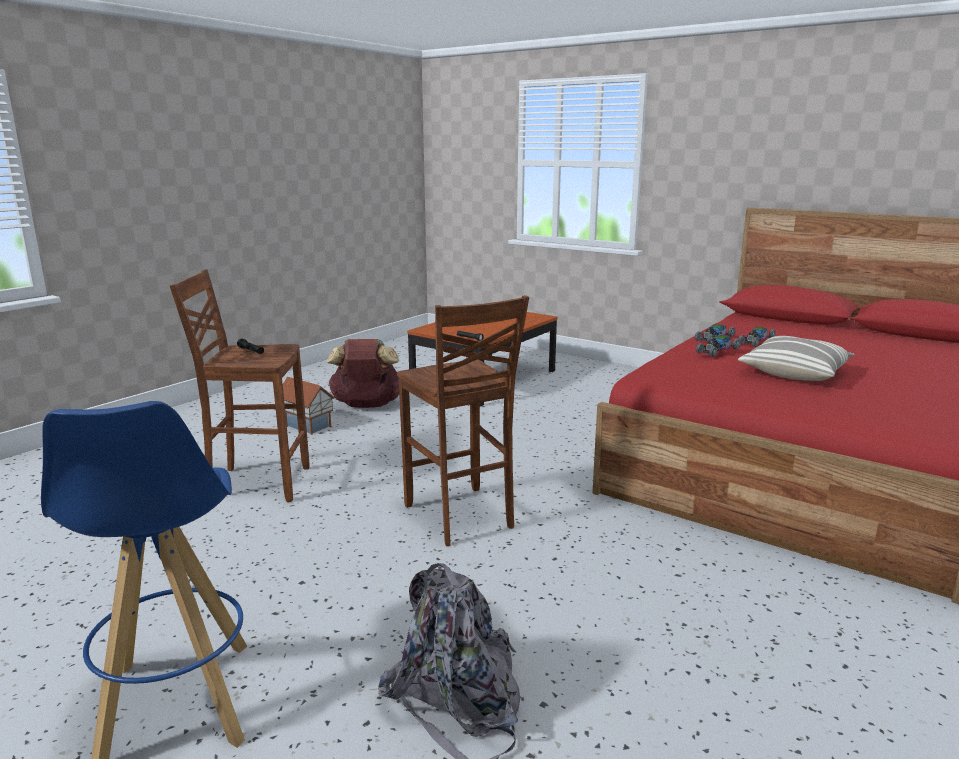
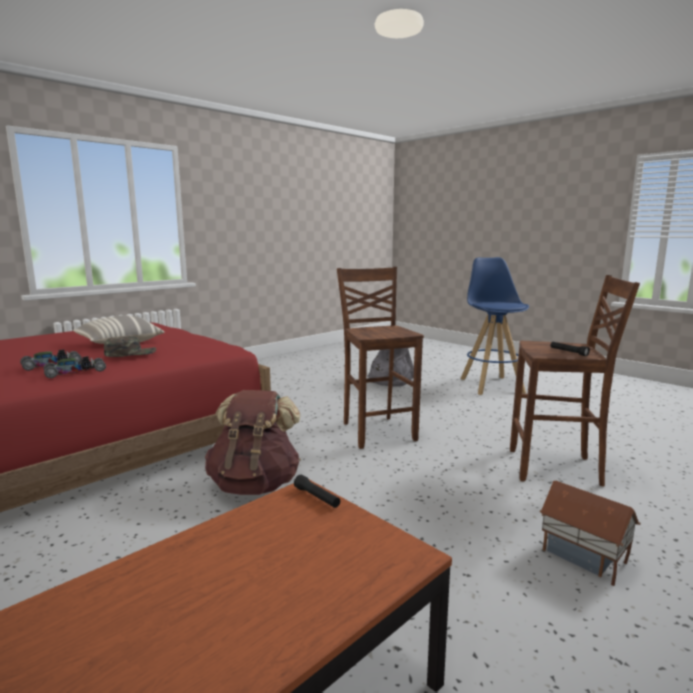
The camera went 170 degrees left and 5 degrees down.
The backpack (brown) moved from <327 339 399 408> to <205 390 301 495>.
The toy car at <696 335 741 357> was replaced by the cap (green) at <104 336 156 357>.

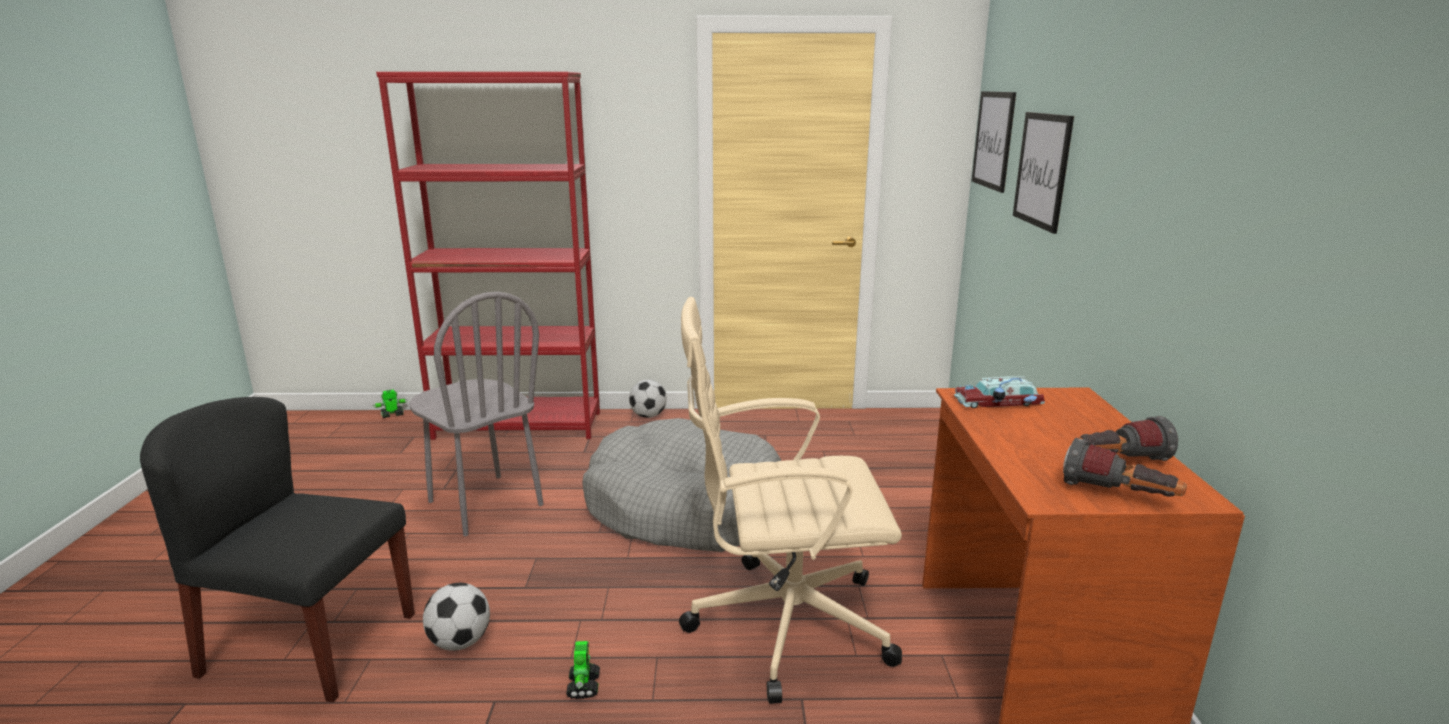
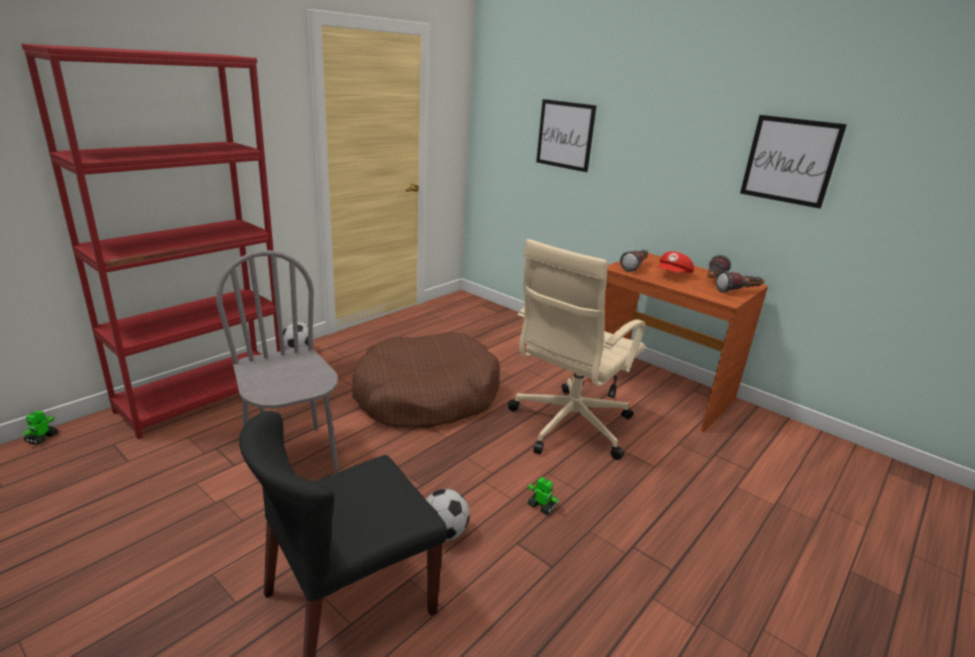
The camera went 50 degrees left and 5 degrees up.
The chair (grey) at <410 292 544 536> turned 120 degrees counterclockwise.
The dog bed (grey) at <582 418 781 552> became the dog bed (brown) at <352 332 500 428>.
The toy car at <954 376 1045 408> was replaced by the flashlight at <620 250 648 272>.
The picture moved from <972 91 1016 193> to <740 115 847 209>.
The cap (red) at <658 251 694 273> appeared.

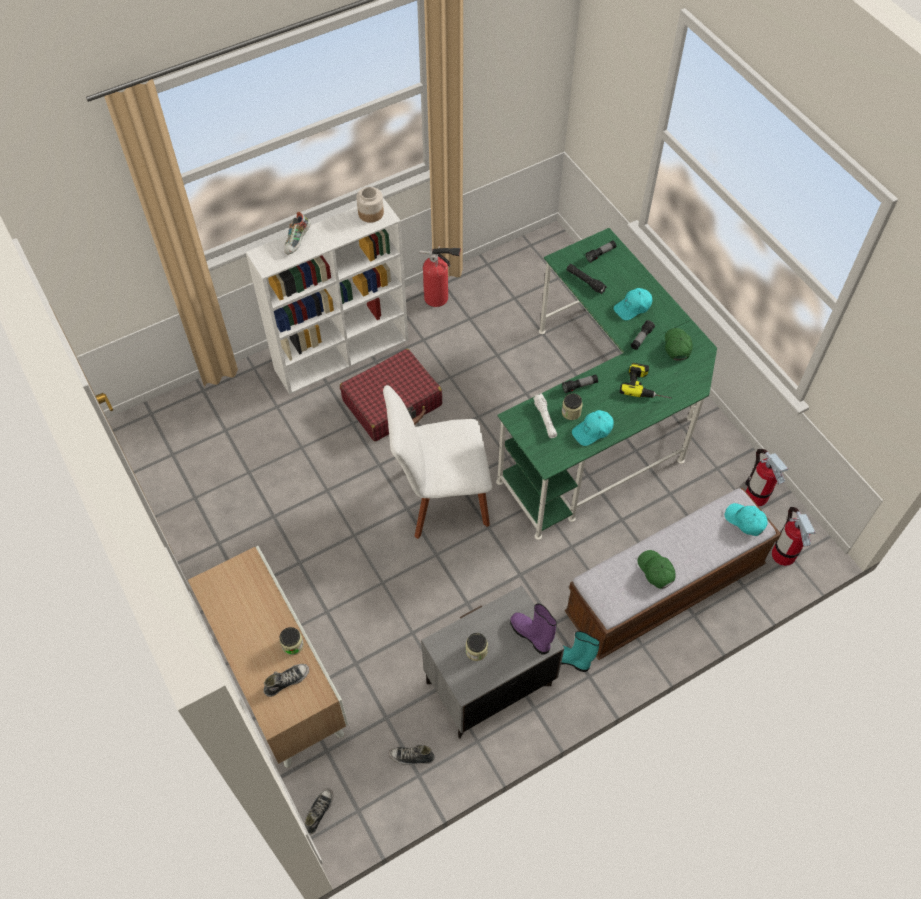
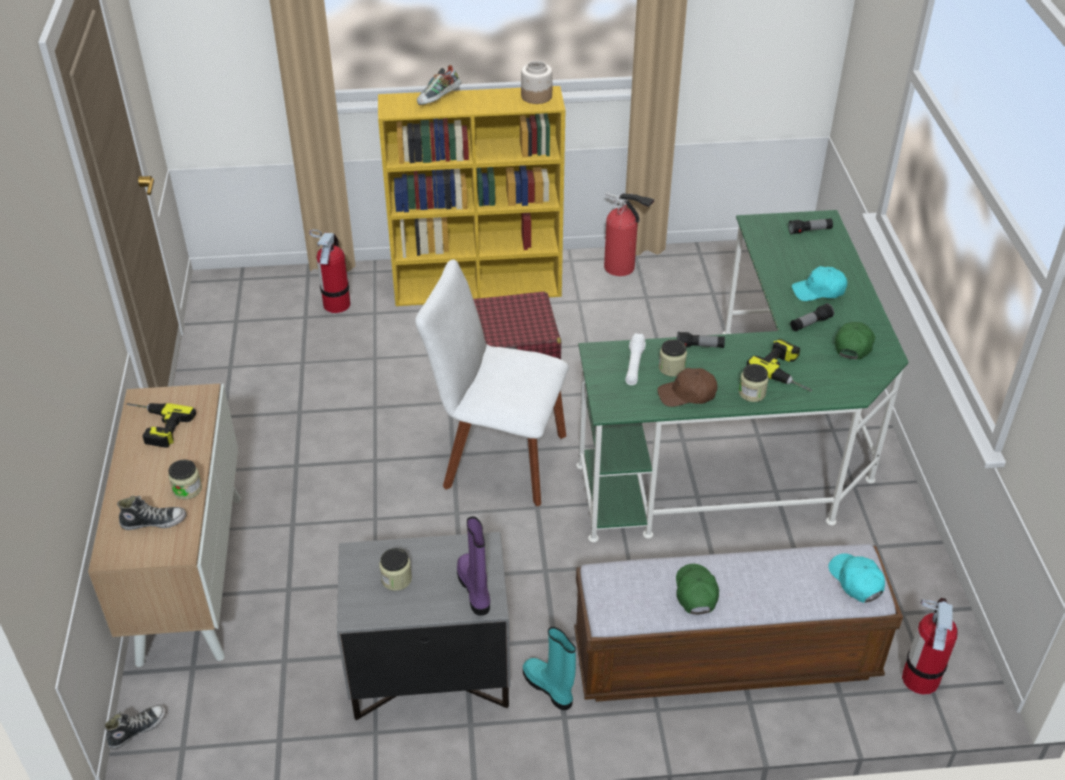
The camera went 25 degrees right and 15 degrees down.
The bookcase (white) at <246 198 409 394> became the bookcase (yellow) at <378 86 565 306>.
The shoe at <389 744 435 765> disappeared.
The flashlight (black) at <567 264 607 294> disappeared.
The cap (turquoise) at <572 410 614 446> became the cap (brown) at <657 368 718 407>.
The fire extinguisher moved from <745 449 788 507> to <309 230 351 313>.
The power drill at <127 403 196 448> appeared.
The jar at <739 364 769 402> appeared.

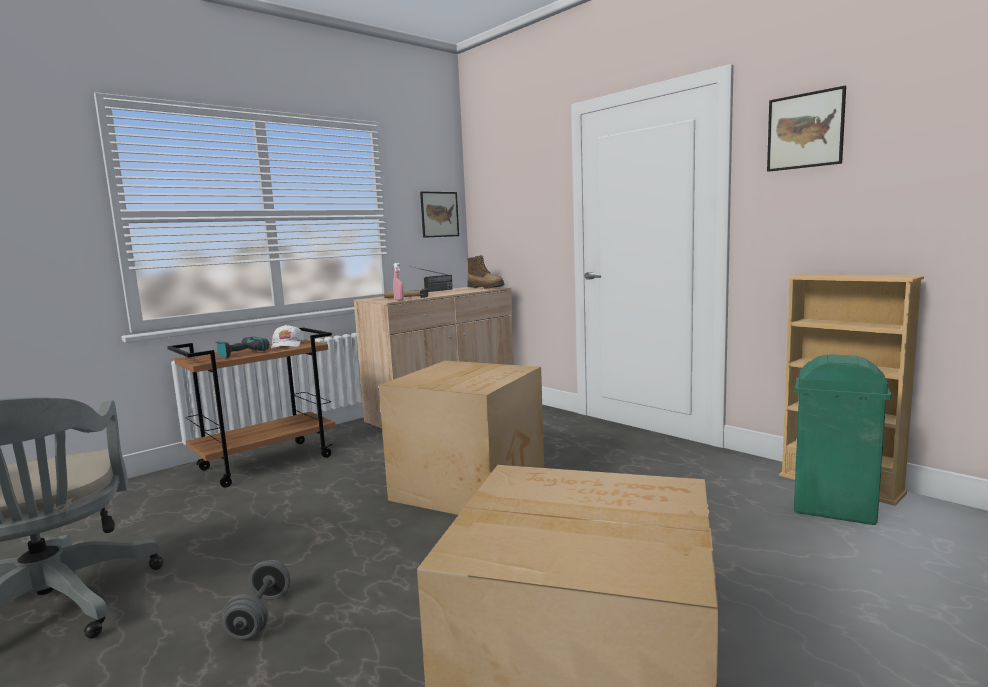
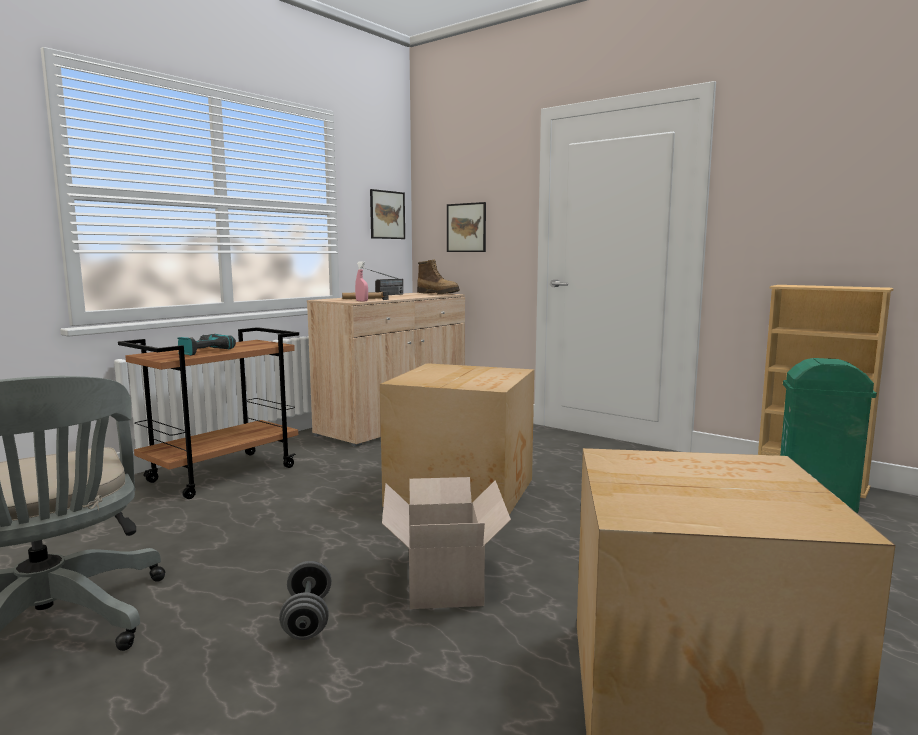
The camera went 10 degrees left and 0 degrees up.
The cap (white) at <271 324 304 348> disappeared.
The picture moved from <767 86 846 172> to <447 202 486 252>.
The cardboard box at <382 477 511 609> appeared.

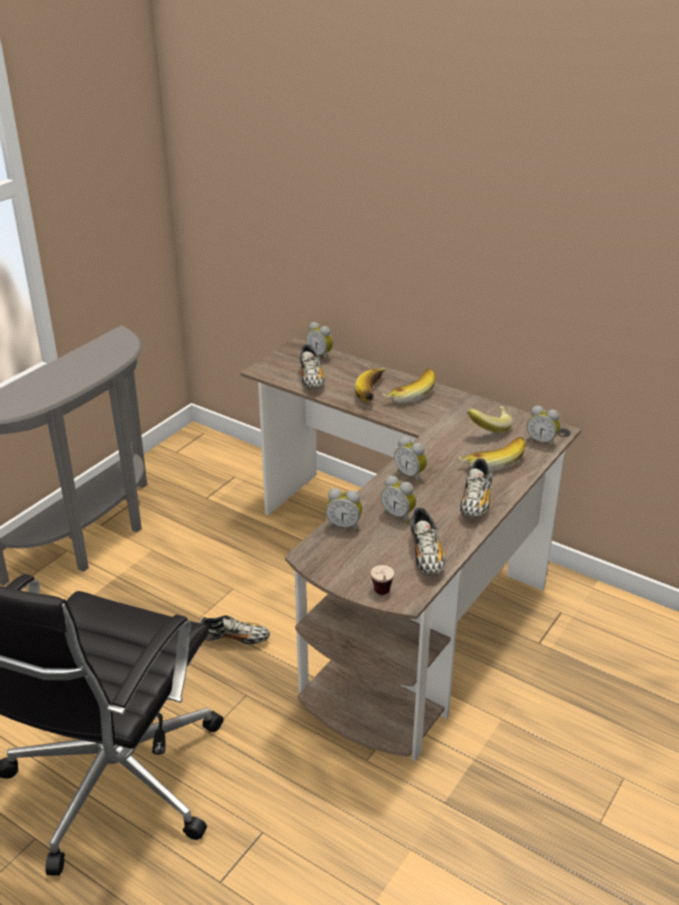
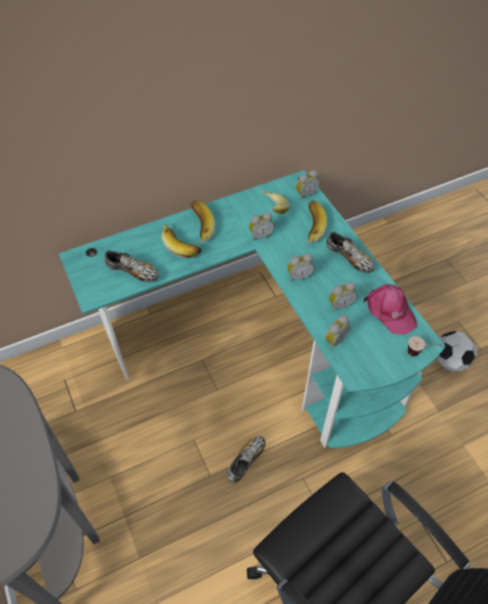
The camera went 60 degrees left and 20 degrees up.
The desk (brown) at <241 337 581 761> became the desk (turquoise) at <59 170 446 448>.
The alarm clock moved from <306 322 333 360> to <249 212 274 241>.
The shoe at <411 507 446 576> was replaced by the cap (pink) at <364 284 417 335>.
The football at <436 331 477 372> appeared.

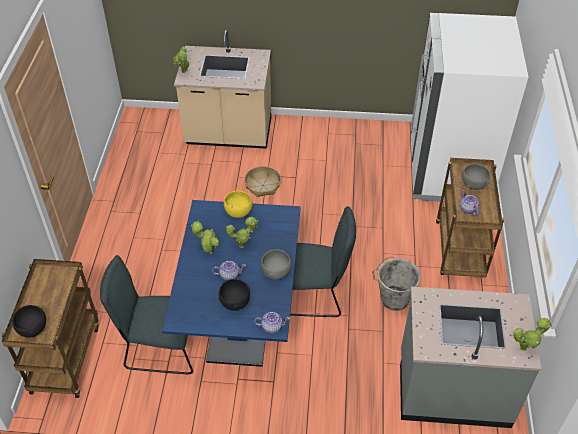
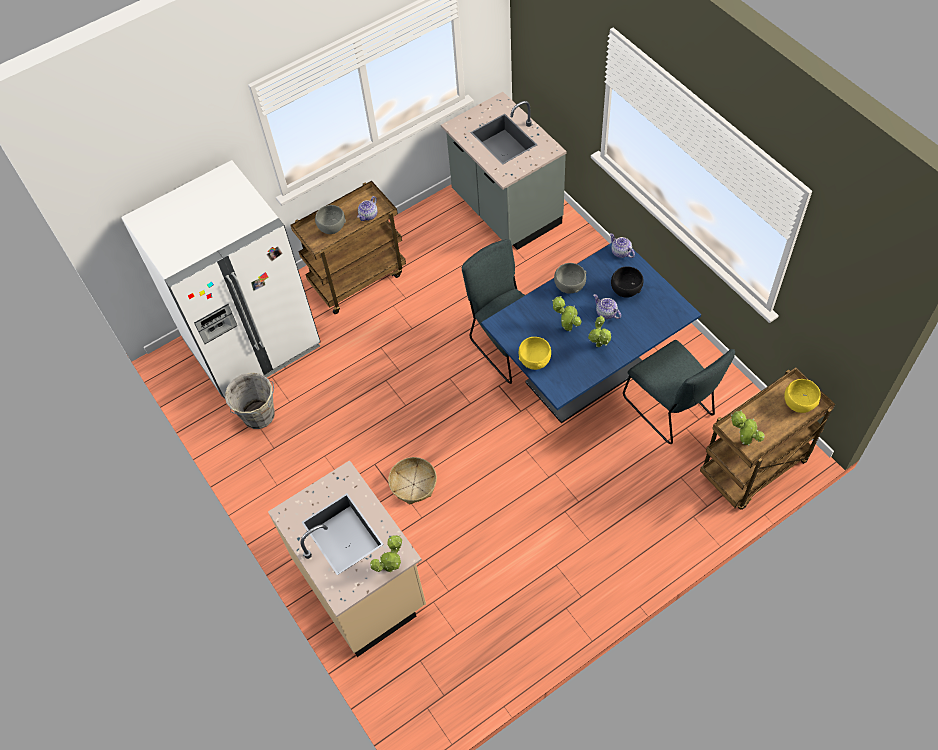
The camera went 125 degrees left and 10 degrees up.
The bowl (black) at <12 305 46 338> became the bowl (yellow) at <784 379 821 413>.
The bucket (grey) moved from <372 257 421 311> to <225 372 274 429>.
The potted plant moved from <513 318 551 351> to <731 411 765 446>.

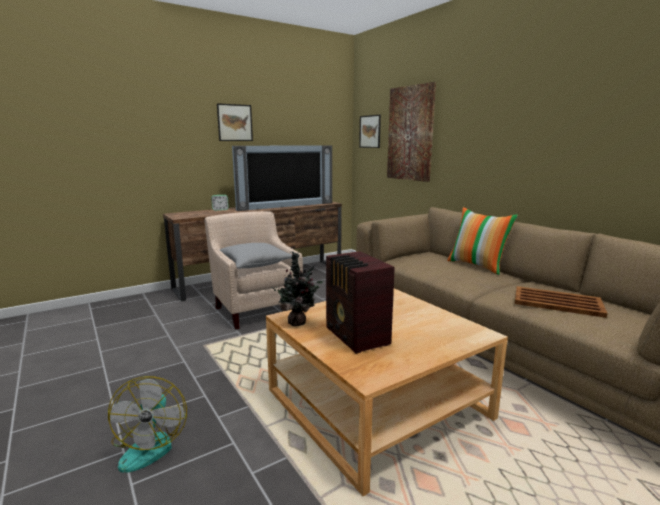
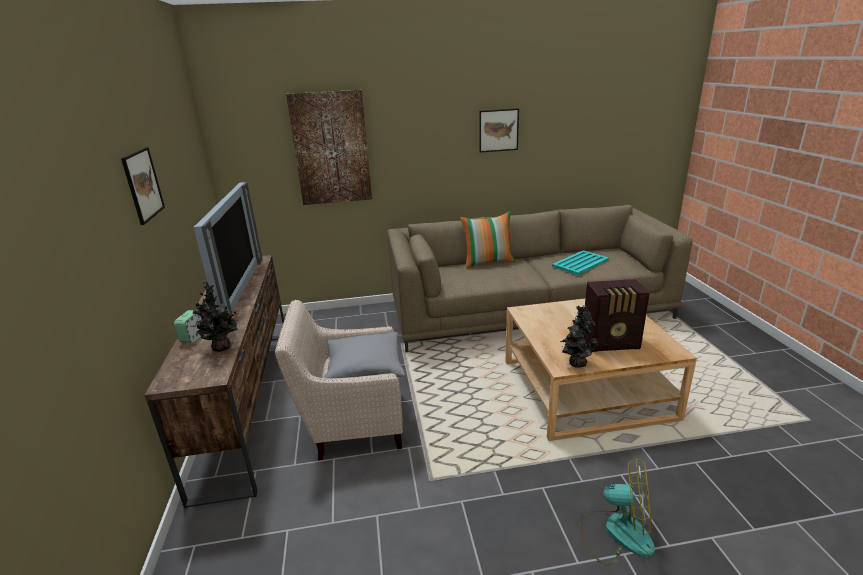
The camera went 65 degrees left and 10 degrees up.
The picture moved from <359 115 381 148> to <479 108 519 153>.
The tray (brown) at <515 286 607 318> became the tray (turquoise) at <552 250 609 275>.
The potted plant at <192 281 238 352> appeared.

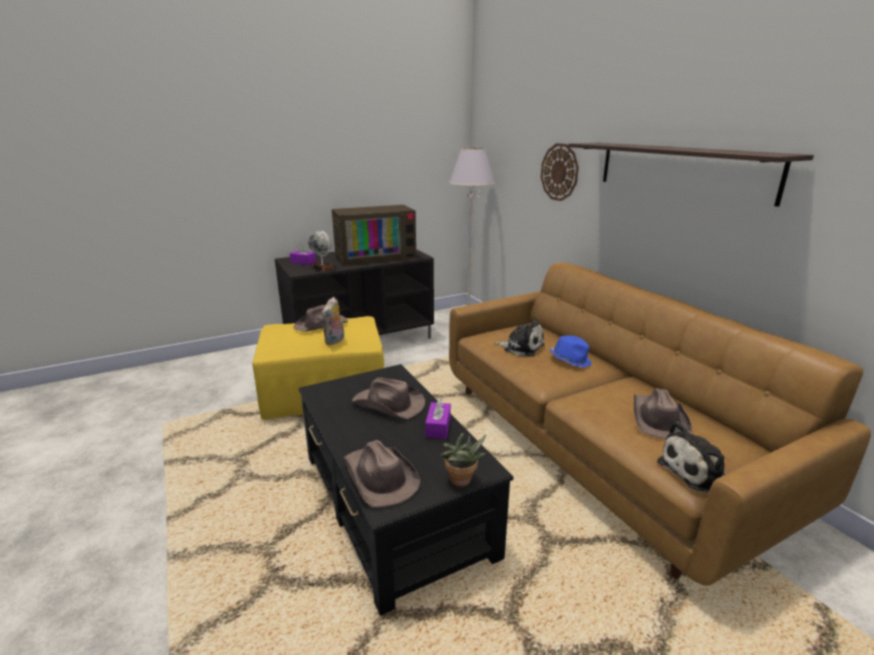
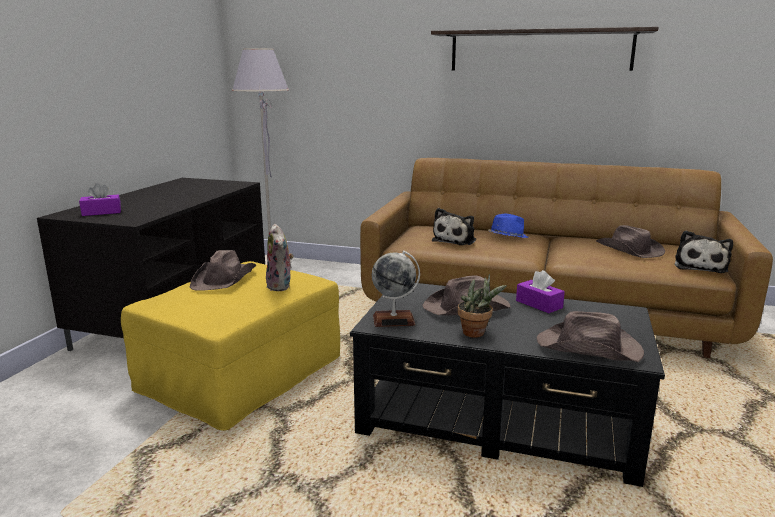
The camera went 45 degrees left and 5 degrees down.
The globe moved from <308 231 334 271> to <372 251 420 327>.
The television at <332 205 416 266> disappeared.
The potted plant moved from <441 433 486 487> to <458 274 507 338>.
The plush toy at <494 318 545 357> turned 135 degrees clockwise.
The wall clock at <541 143 579 201> disappeared.

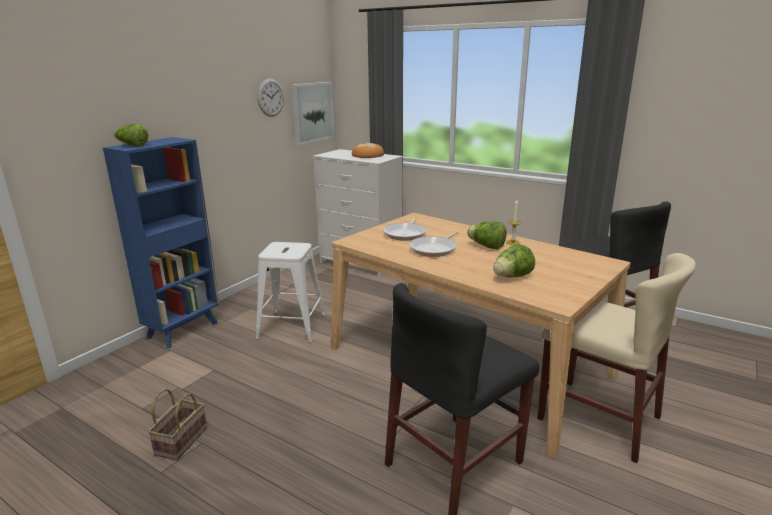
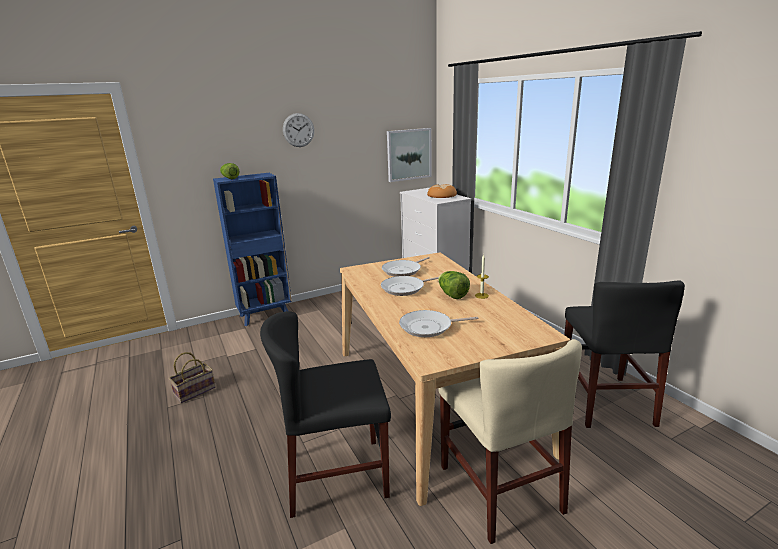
The camera went 30 degrees right and 0 degrees up.
The stool (white) at <256 242 326 343> disappeared.
The wall clock moved from <257 79 284 117> to <283 113 314 147>.
The lettuce at <493 245 535 277> was replaced by the frying pan at <399 310 478 337>.

